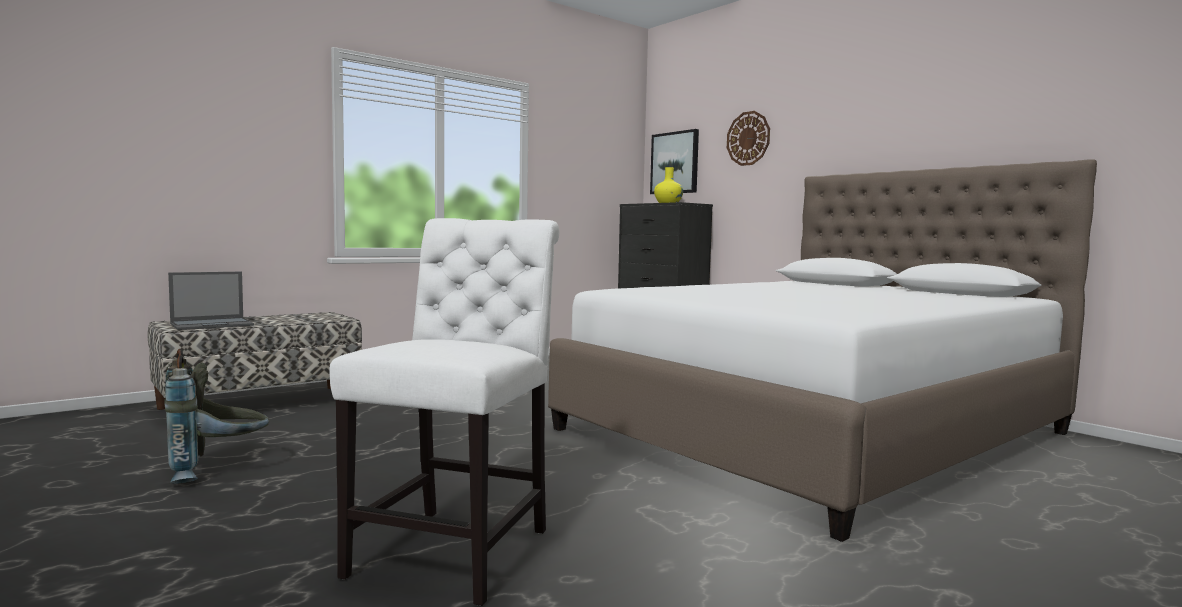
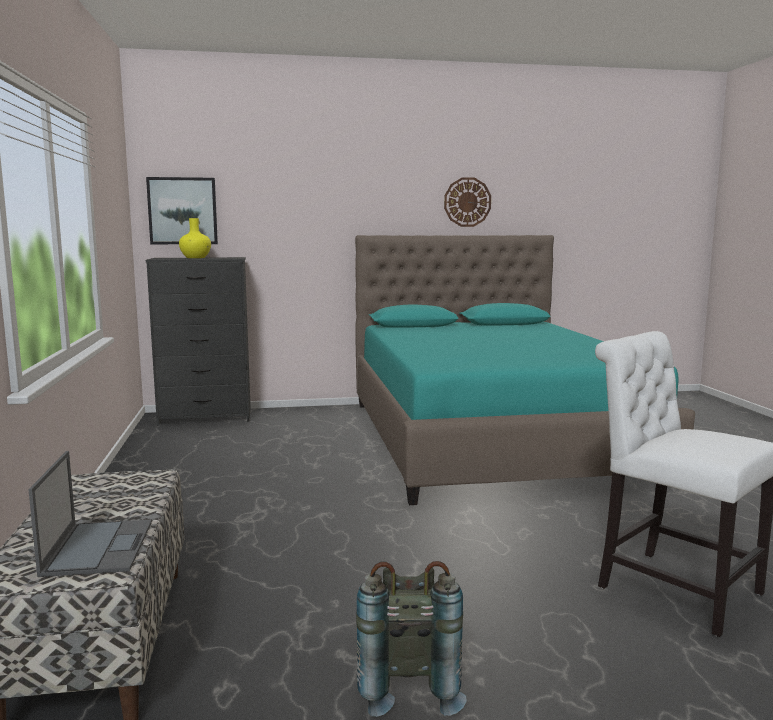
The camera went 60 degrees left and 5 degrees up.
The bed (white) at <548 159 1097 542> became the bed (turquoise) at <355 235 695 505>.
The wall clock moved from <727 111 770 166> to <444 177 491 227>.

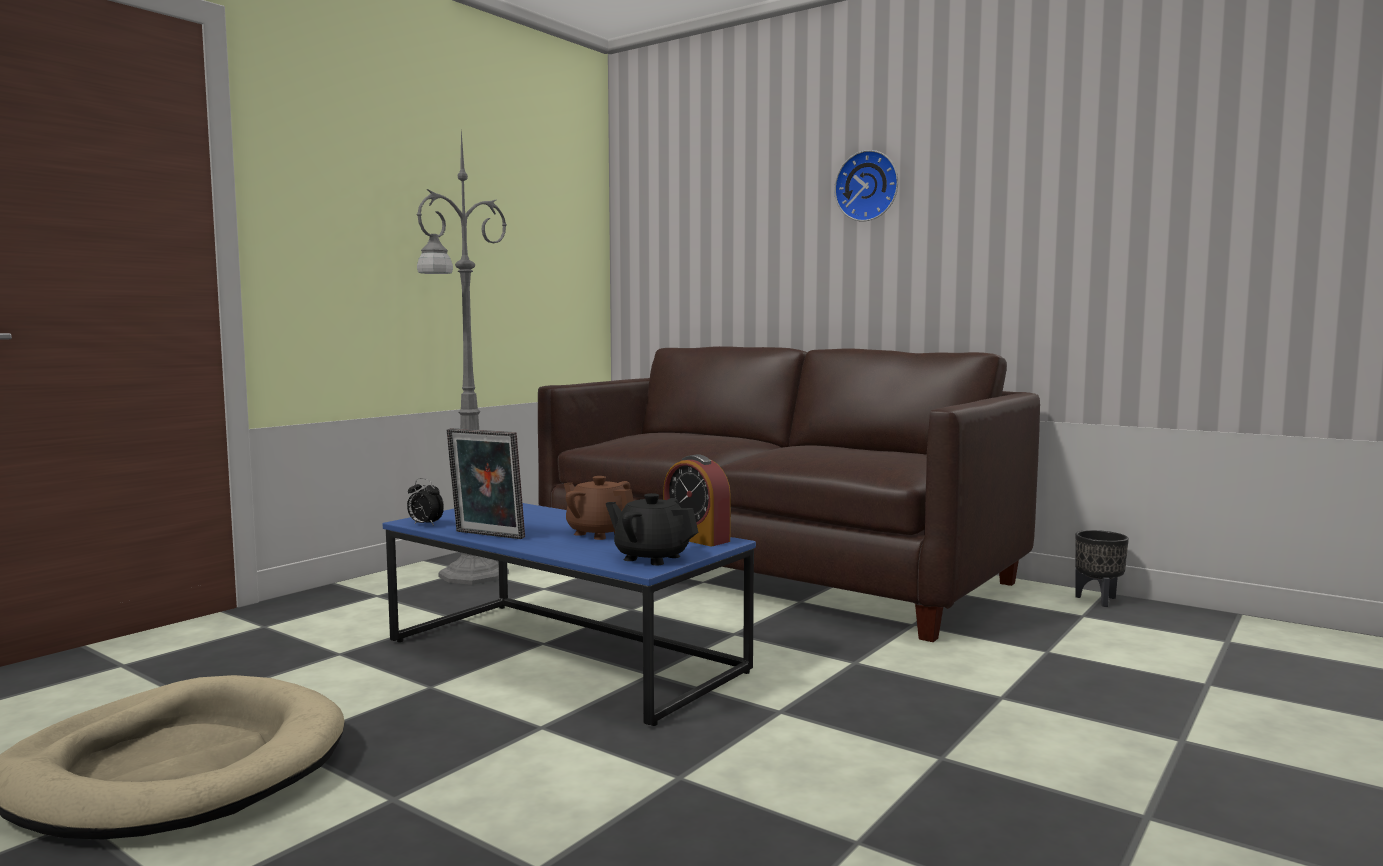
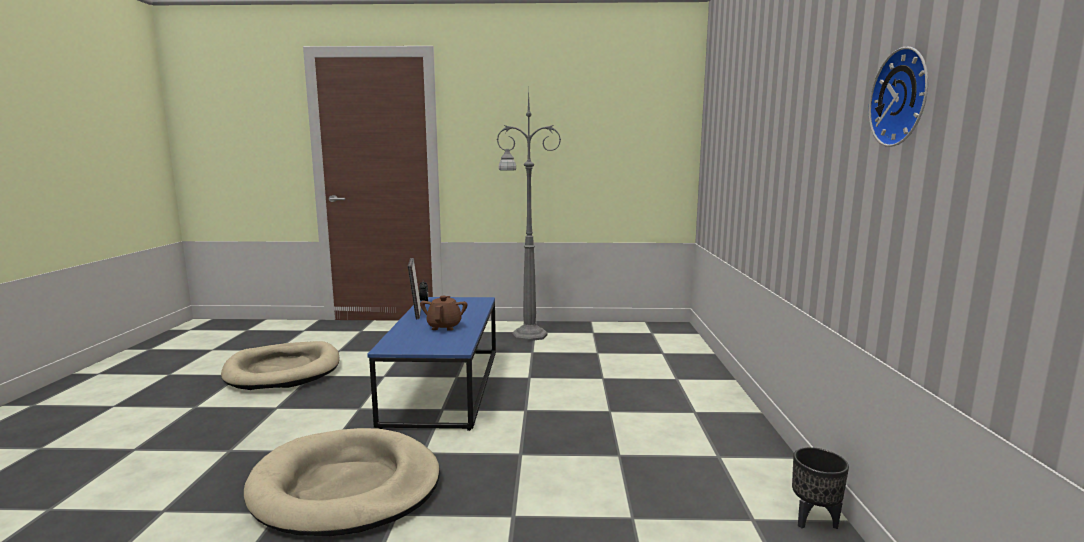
The camera went 55 degrees right and 5 degrees up.
The sofa (brown) at <538 346 1040 642> disappeared.
The teapot (black) at <606 493 698 565> disappeared.
The alarm clock at <663 455 731 546> disappeared.
The wall clock moved from <834 150 898 222> to <868 46 928 147>.
The dog bed (beige) at <244 428 440 536> appeared.

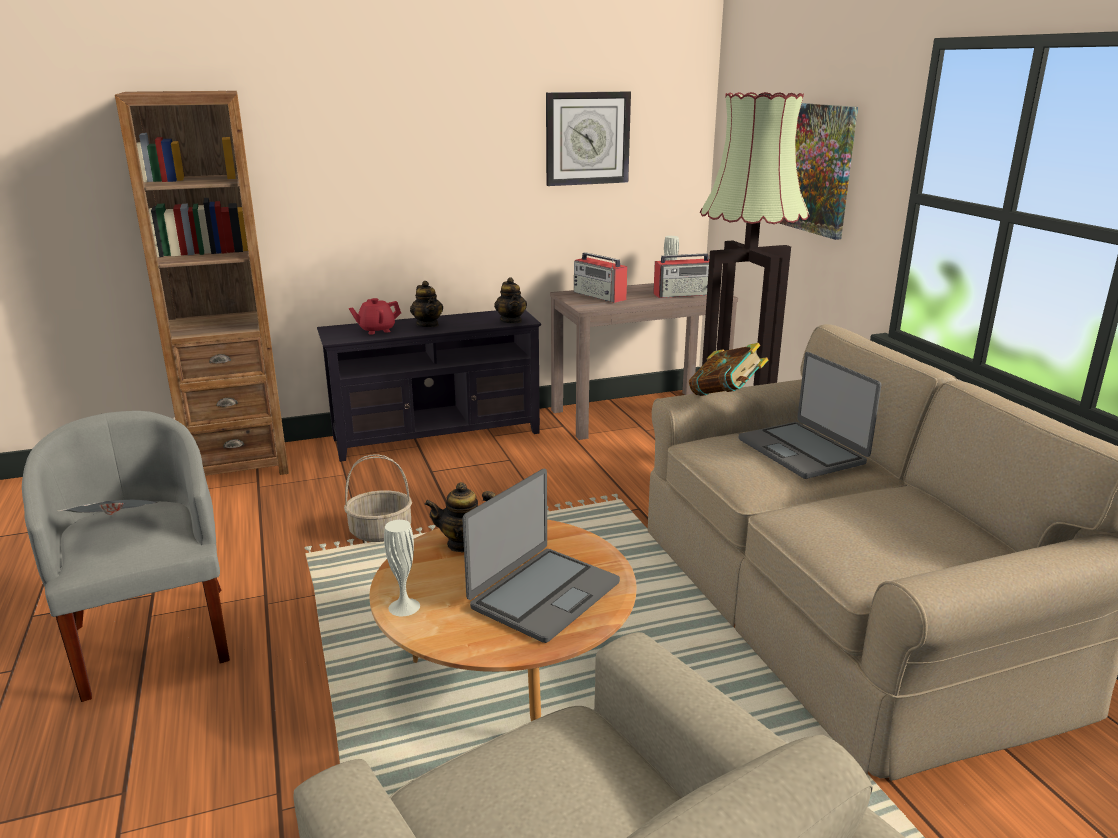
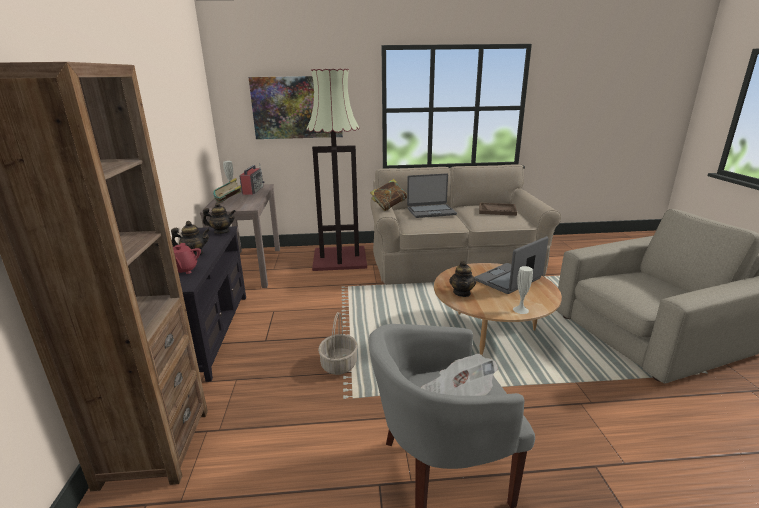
The camera went 75 degrees left and 0 degrees up.
The laptop at <462 469 620 643> turned 90 degrees counterclockwise.
The wall clock at <546 92 631 186> disappeared.
The radio at <574 252 628 303> was replaced by the book at <213 178 242 203>.
The tray (brown) at <479 203 517 216> appeared.

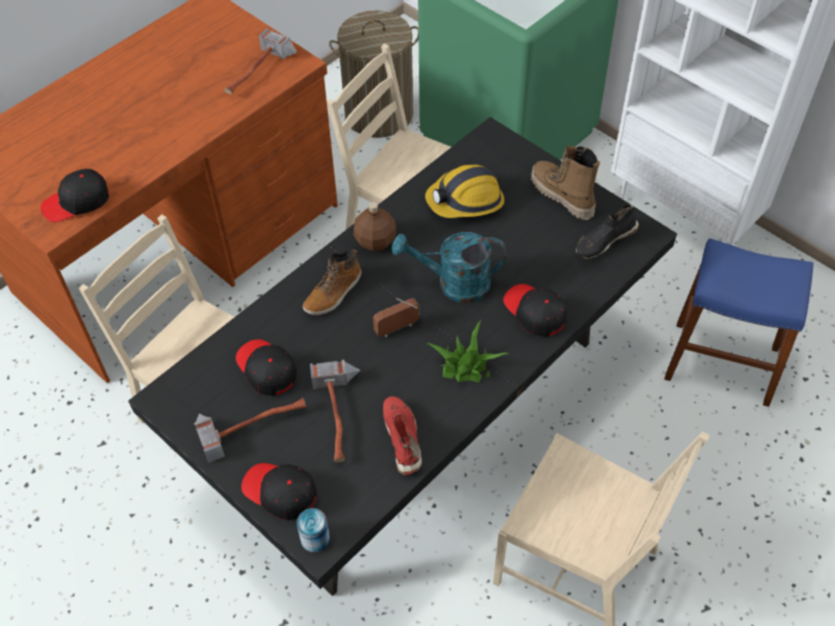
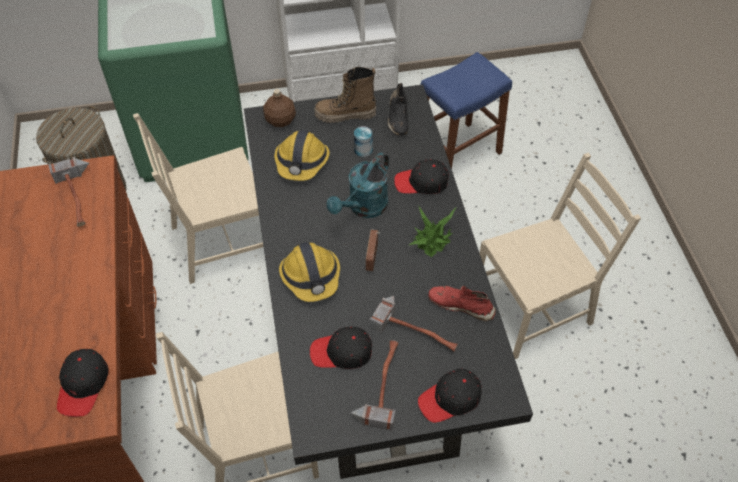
The camera went 55 degrees left and 0 degrees up.
The can moved from <297 508 330 552> to <354 126 373 157>.
The boot at <303 249 362 315> was replaced by the hard hat at <279 242 340 302>.
The bottle (brown) moved from <353 202 396 251> to <263 89 296 127>.

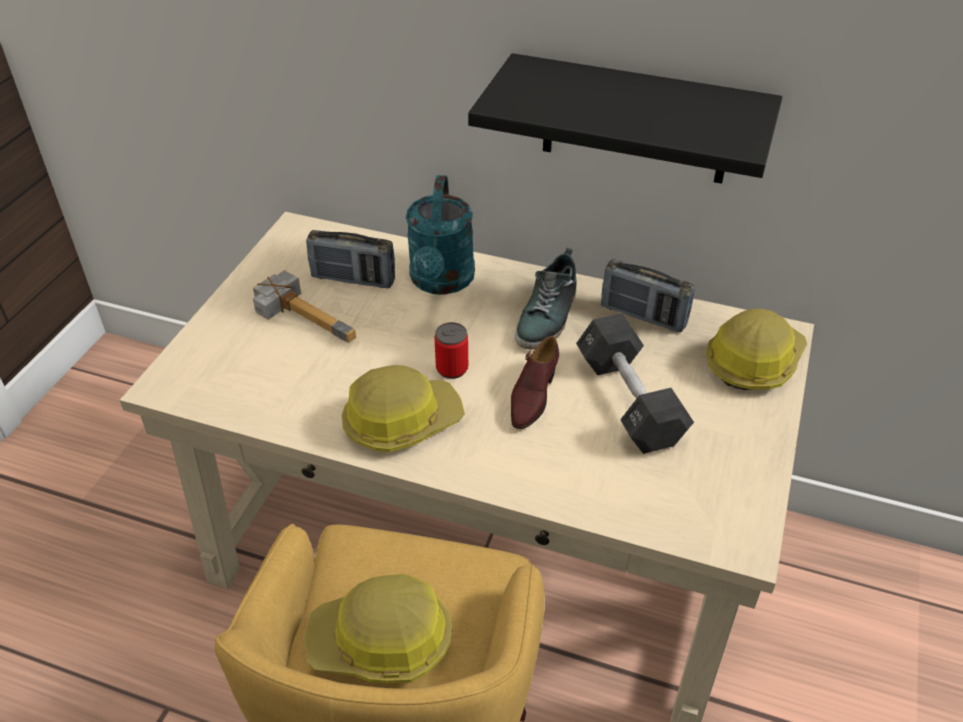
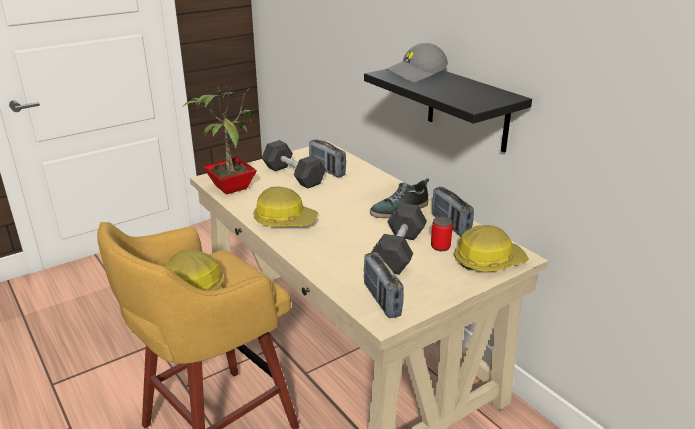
The camera went 35 degrees right and 15 degrees down.
The hammer at <253 270 356 343> was replaced by the dumbbell (black) at <262 140 326 189>.
The watering can (turquoise) at <406 175 475 295> disappeared.
The can moved from <434 322 468 379> to <431 217 453 251>.
The shoe (brown) at <511 336 559 429> disappeared.
The potted plant at <184 85 257 195> appeared.
The radio at <364 252 404 318> appeared.
The cap (grey) at <386 43 448 82> appeared.

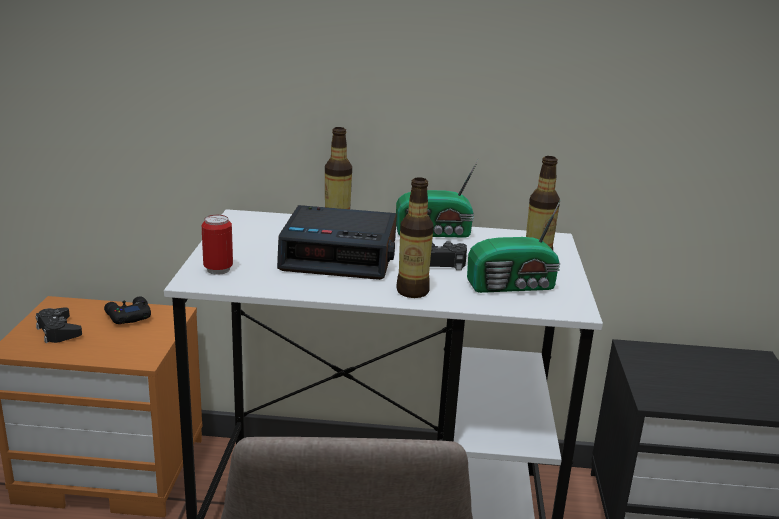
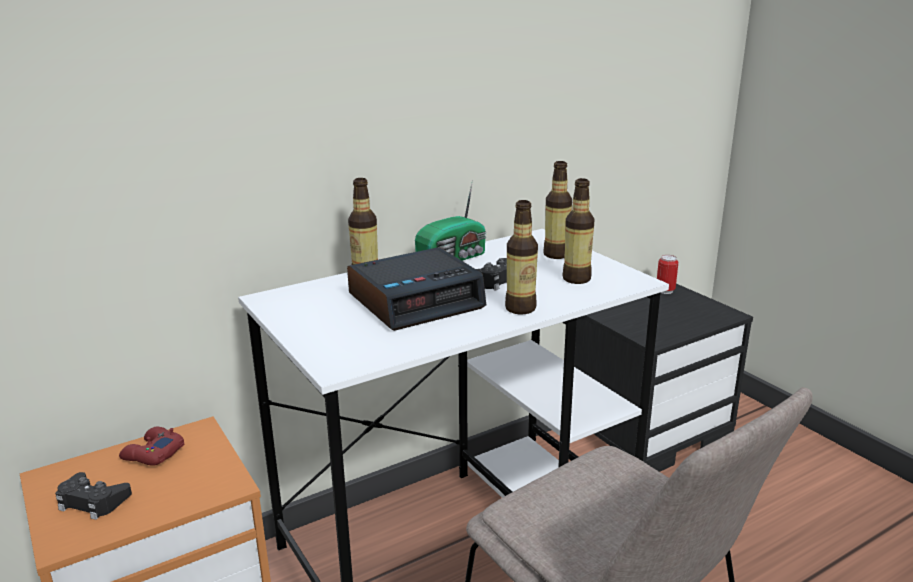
The camera went 35 degrees left and 0 degrees up.
The game controller (black) at <104 297 151 324> became the game controller (red) at <119 427 185 466>.
The can moved from <202 215 233 275> to <657 255 678 294>.
The radio at <467 199 561 293> was replaced by the bottle at <562 178 595 284>.

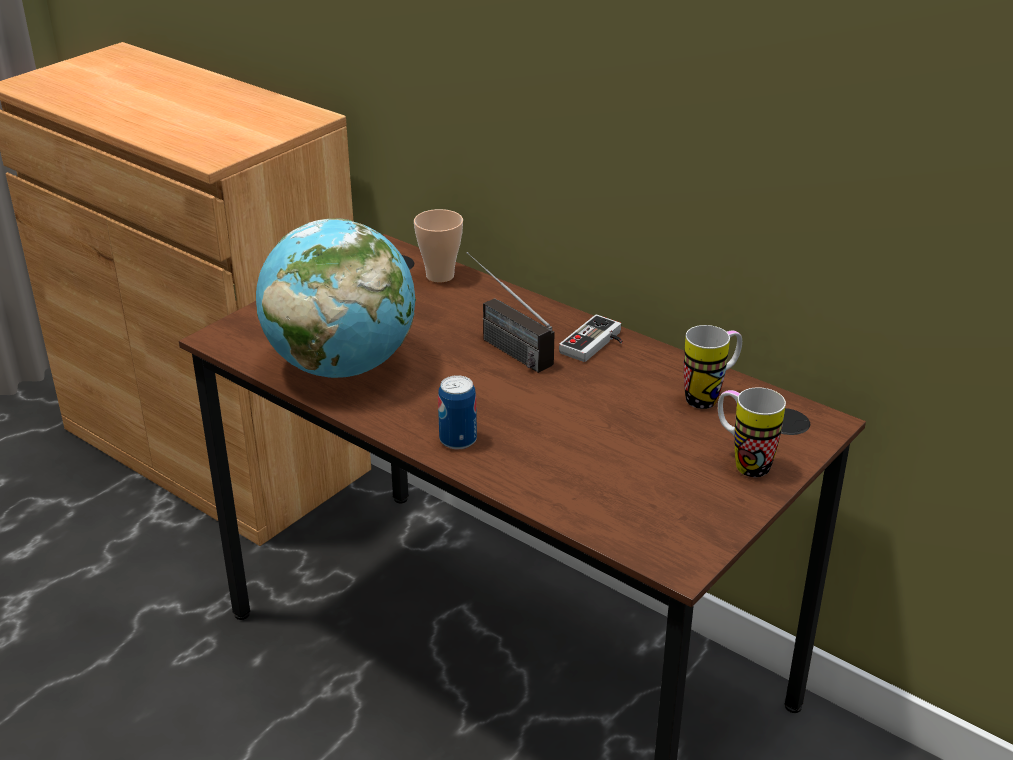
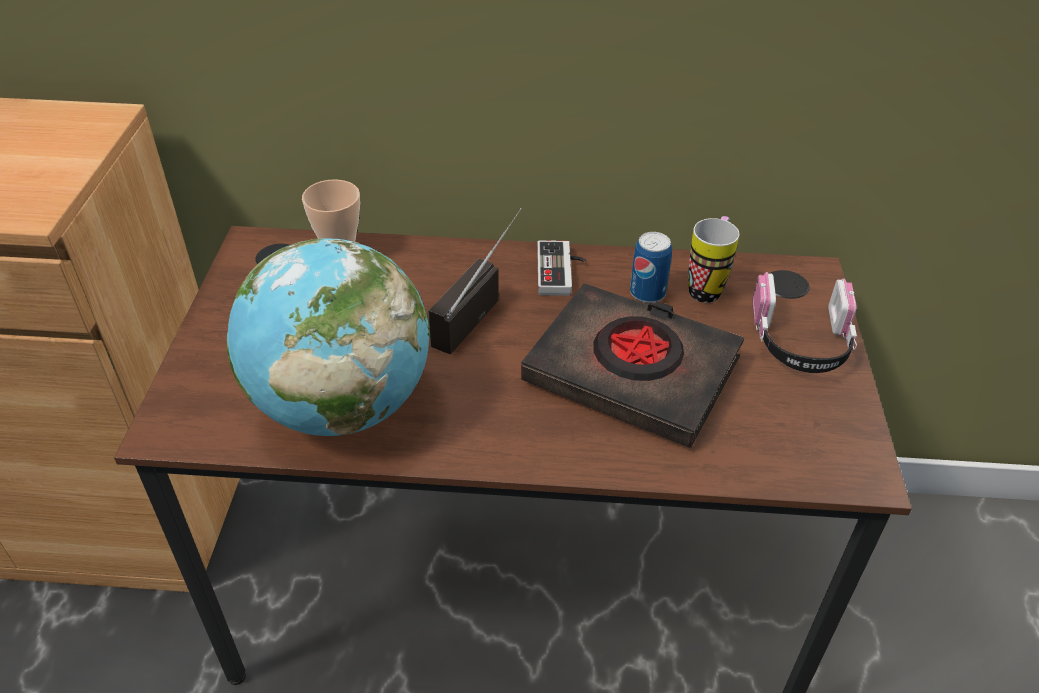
The camera went 35 degrees left and 10 degrees up.
The can moved from <438 375 477 449> to <630 232 672 303>.
The radio at <467 252 555 373> turned 105 degrees clockwise.
The mug at <718 387 786 477> was replaced by the headphones at <753 272 857 373>.
The book (black) at <521 283 744 448> appeared.

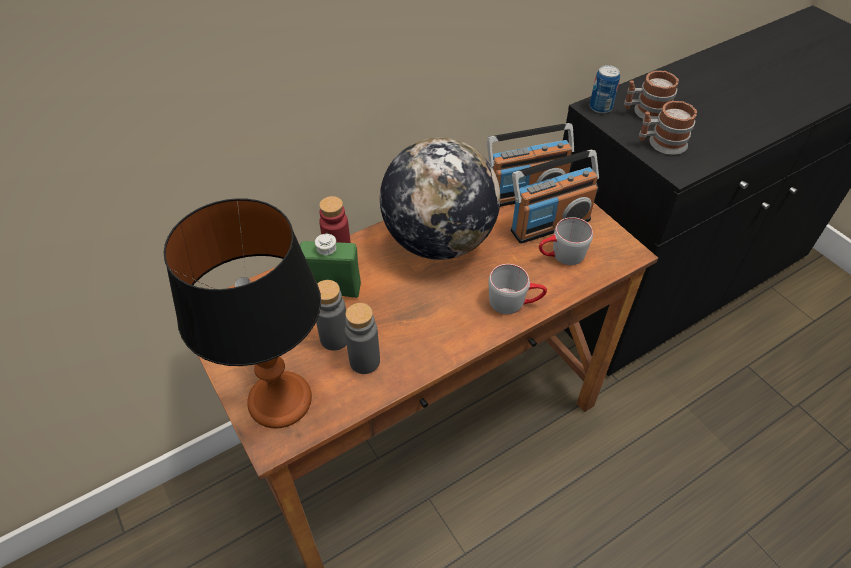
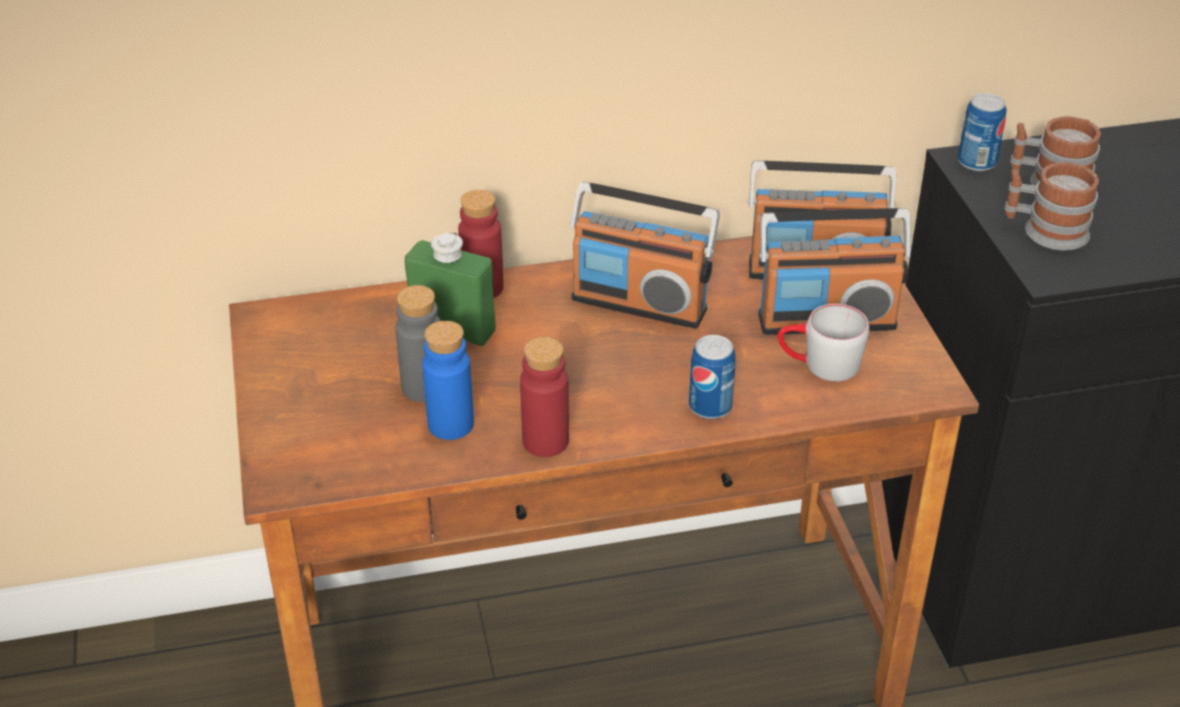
The camera went 20 degrees right and 10 degrees down.
The table lamp at <163 198 321 429> disappeared.
The bottle (grey) at <345 303 380 374> became the bottle (blue) at <422 321 474 440>.
The globe at <380 137 500 260> was replaced by the radio at <570 182 720 329>.
The mug (grey) at <488 264 547 314> was replaced by the can at <689 335 736 419>.
The bottle (red) at <520 337 569 457> appeared.

